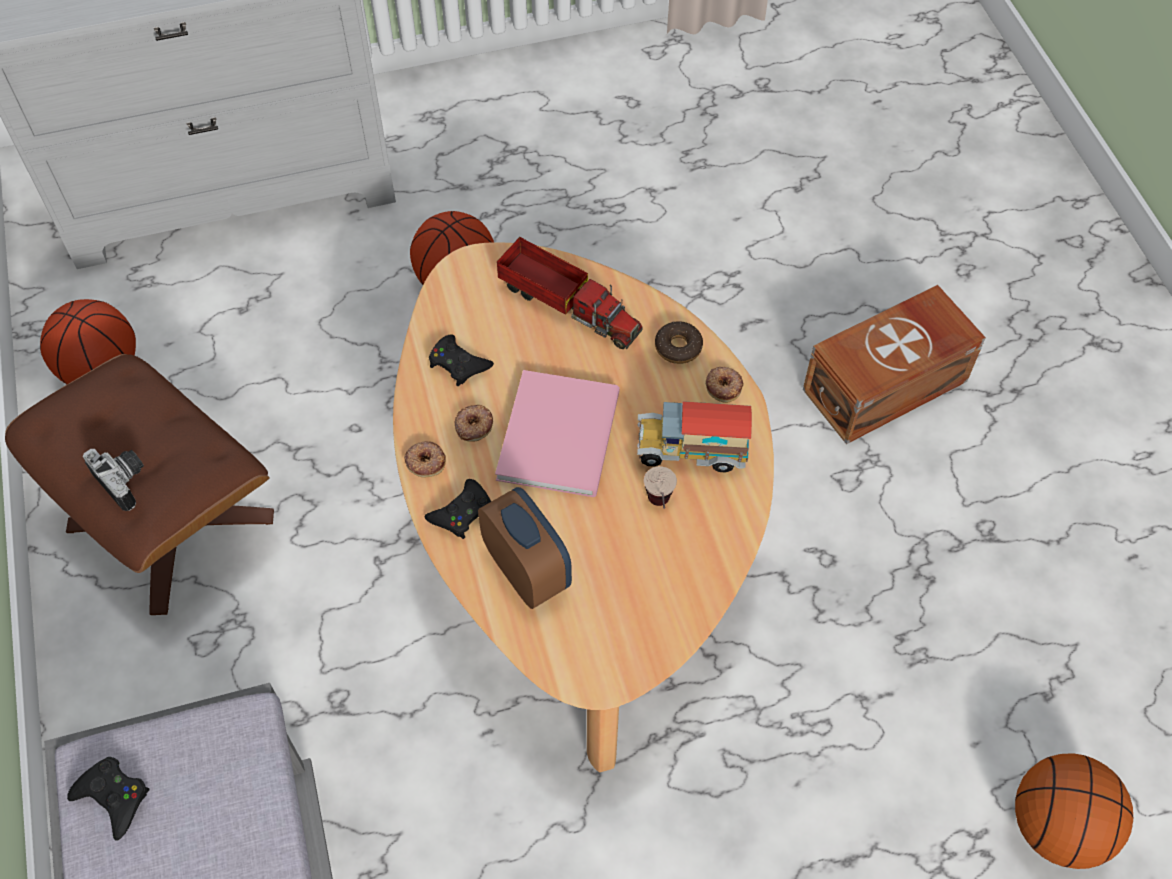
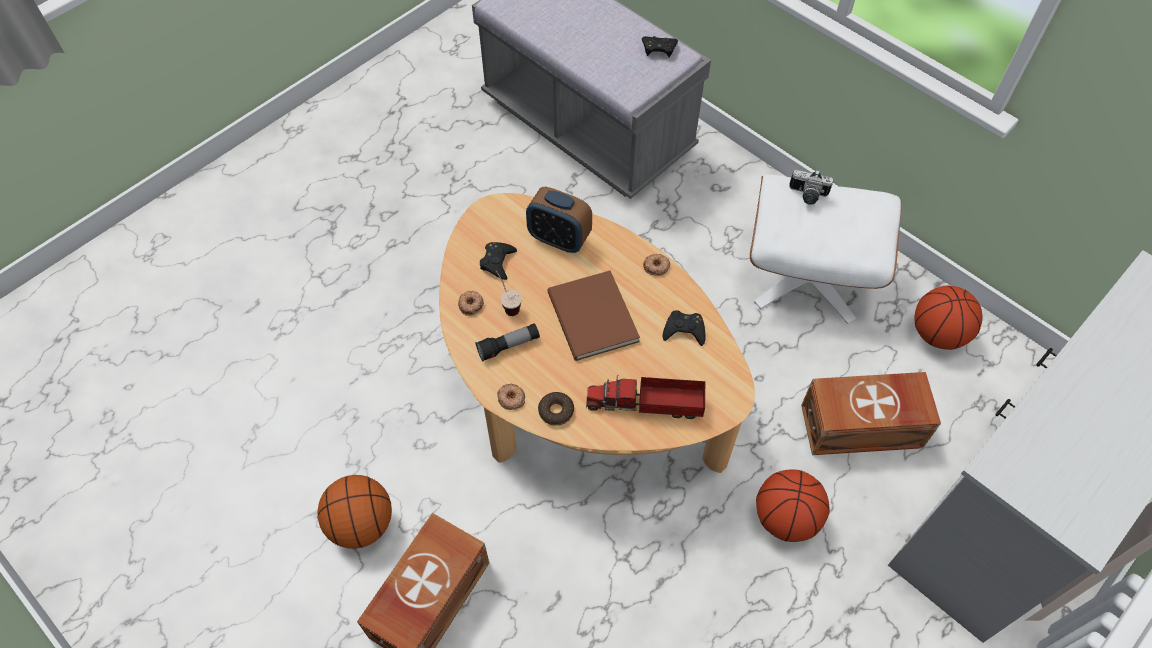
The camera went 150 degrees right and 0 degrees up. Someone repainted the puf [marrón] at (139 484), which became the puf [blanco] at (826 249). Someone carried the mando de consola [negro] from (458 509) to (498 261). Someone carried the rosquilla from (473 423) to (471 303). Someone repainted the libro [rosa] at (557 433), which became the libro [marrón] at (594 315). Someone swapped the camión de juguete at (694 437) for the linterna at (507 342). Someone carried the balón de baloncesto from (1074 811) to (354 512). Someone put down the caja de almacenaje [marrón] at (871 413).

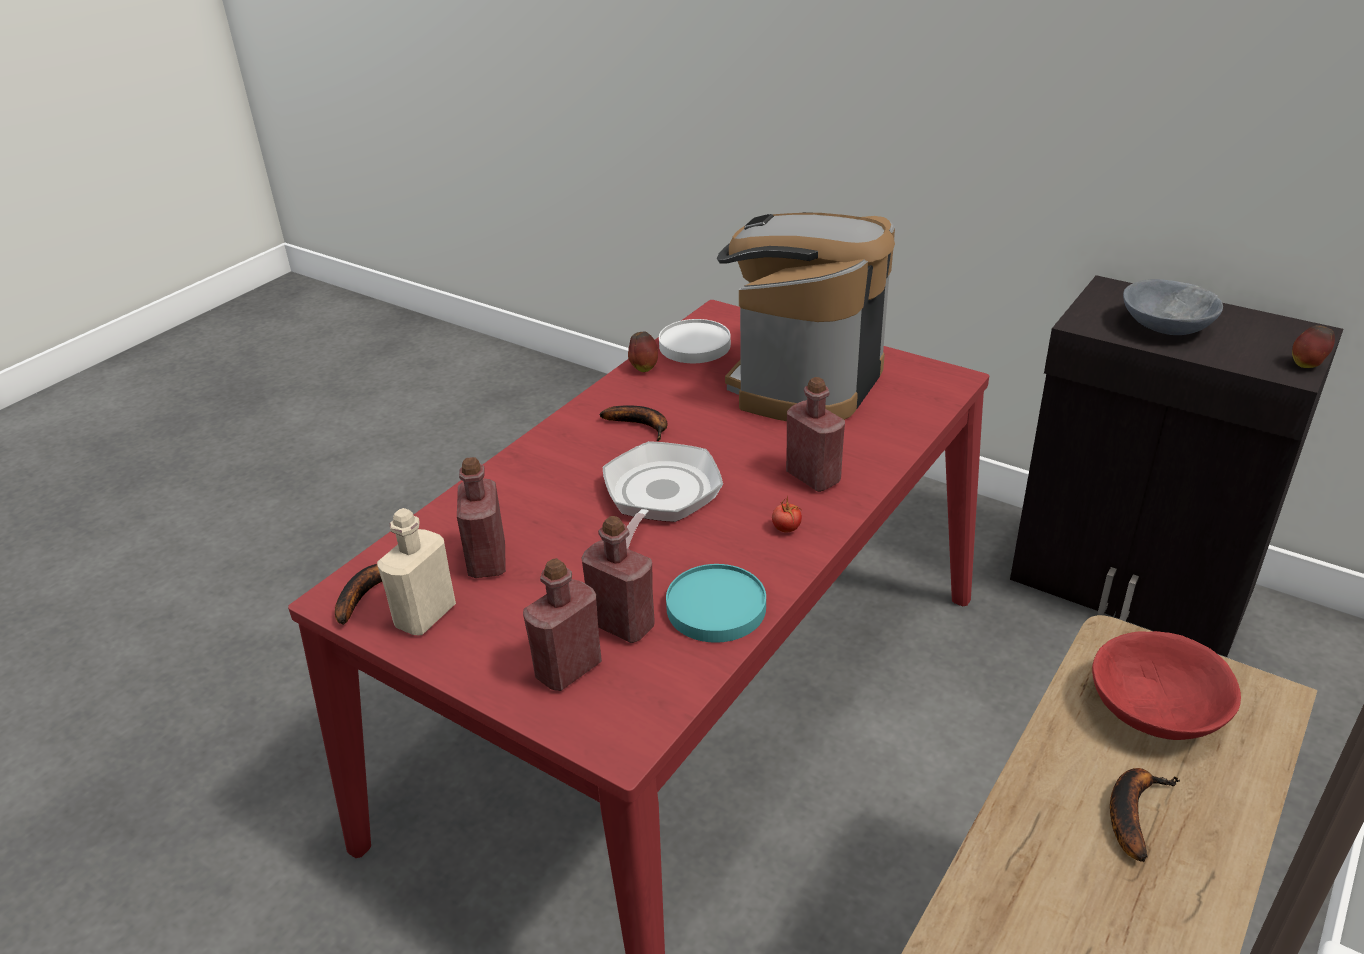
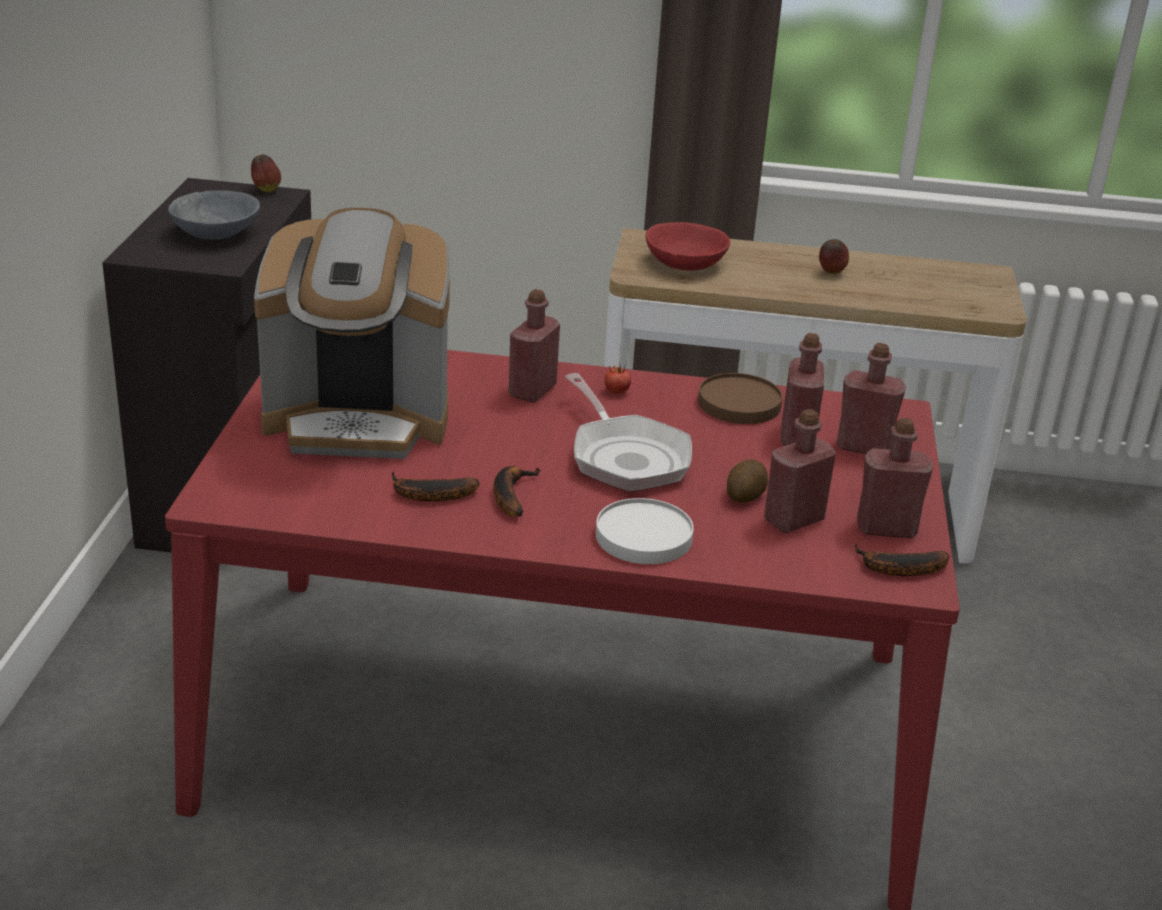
The camera went 120 degrees left and 5 degrees down. Someone repainted the botella [beis] at (416 571), which became the botella [rojo] at (895 478). Someone rotated the sartén at (663 495) by 105 degrees counterclockwise. Someone carried the manzana from (643 351) to (834 256). Someone carried the plato [blanco] from (695 341) to (645 531). Someone repainted the plato [turquesa] at (716 603), which became the plato [marrón] at (740 398). Someone carried the plátano from (1145 815) to (436 486). Someone put down the patata at (747 481).

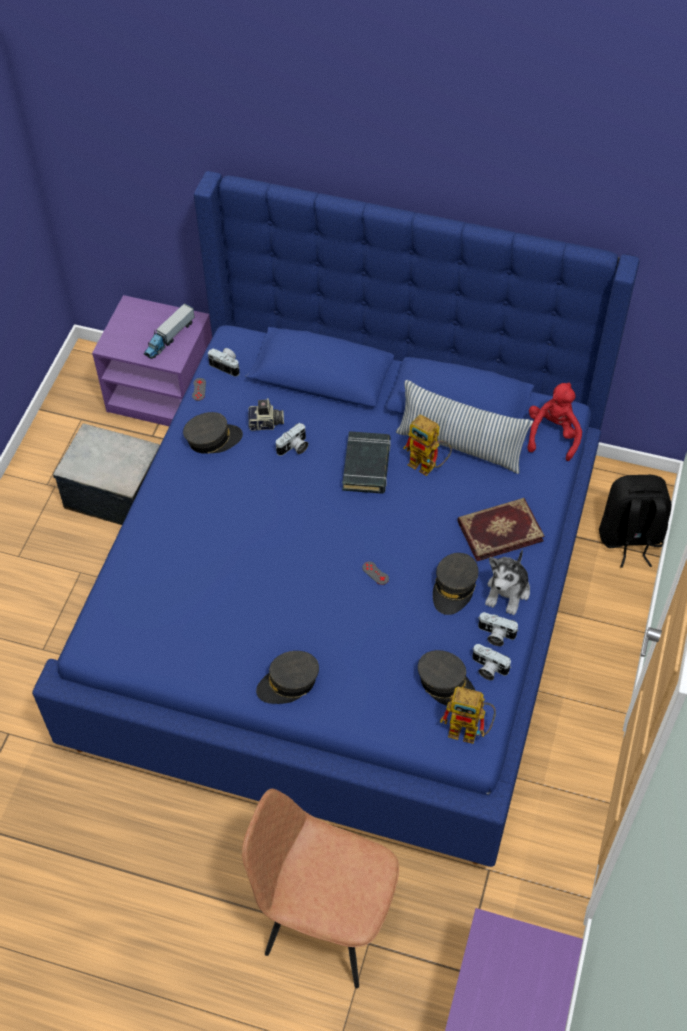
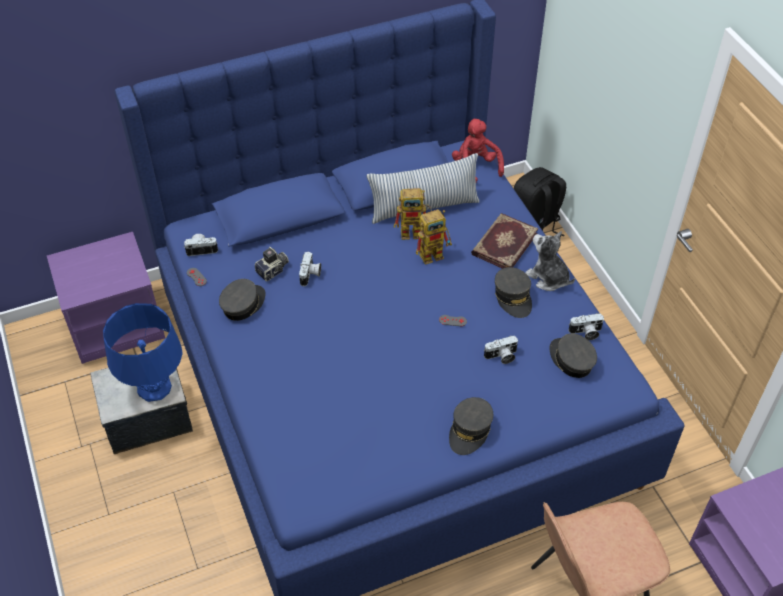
The camera went 40 degrees left and 5 degrees down. Someone took away the camión de juguete at (169 331). Someone took away the libro [negro] at (366 462). Someone rotated the gorra [gris] at (446 678) by 120 degrees counterclockwise. Someone carried the robot de juguete from (468 715) to (434 237). Someone carried the cámara from (498 629) to (501 350). Someone rotated the peluche at (507 582) by 150 degrees clockwise. Someone put down the lámpara de mesa [azul] at (143 352).

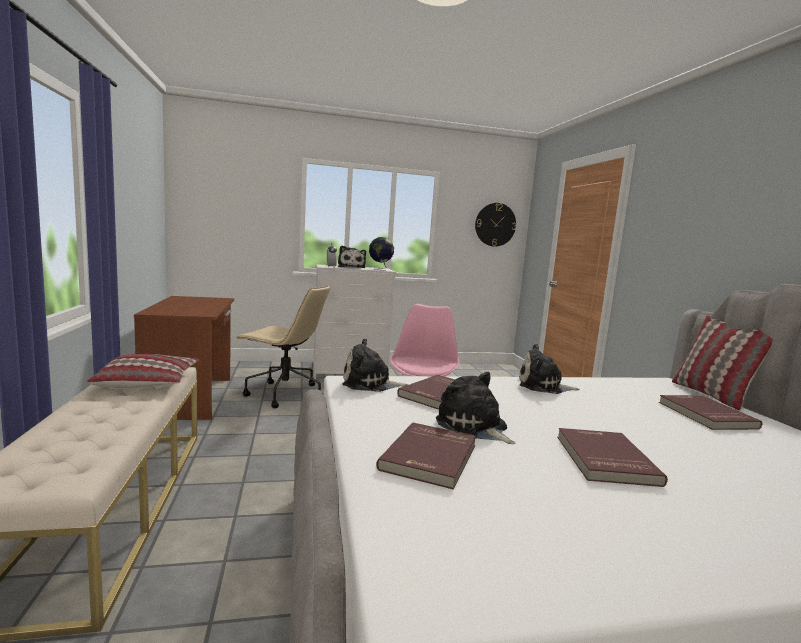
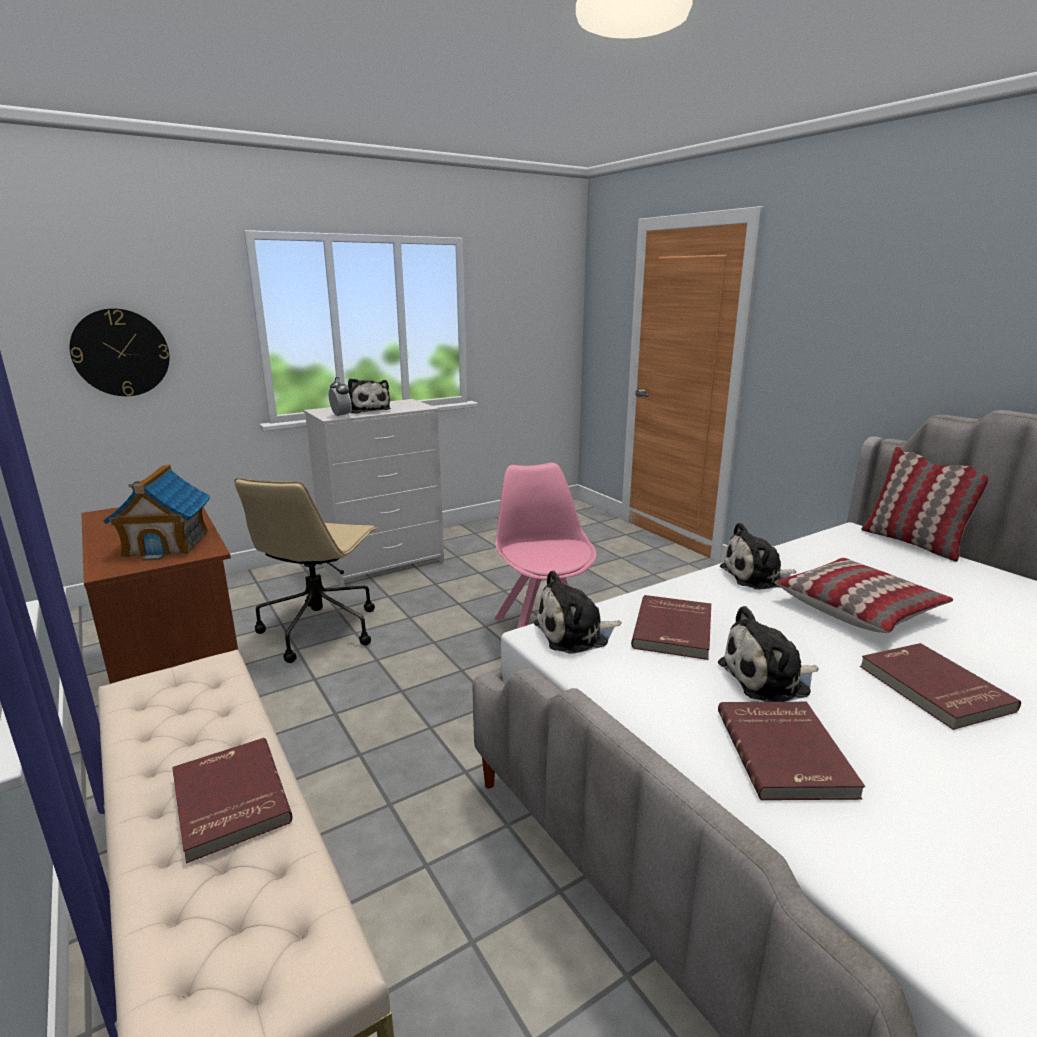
The camera went 20 degrees left and 10 degrees up. Someone carried the cojín from (143 371) to (863 595). Someone rotated the silla de oficina [beis] at (282 346) by 105 degrees clockwise. Someone took away the globo terráqueo at (381 253). Someone rotated the peluche at (476 408) by 45 degrees counterclockwise. Someone carried the reloj de pared from (495 225) to (120 352). Someone carried the libro [rojo] from (710 412) to (232 800). Someone put down the casita at (157 513).

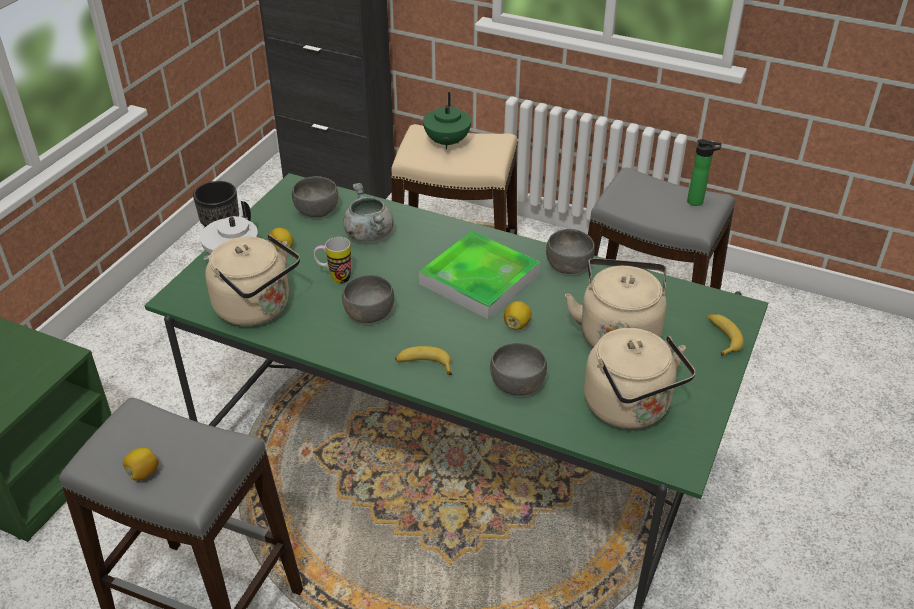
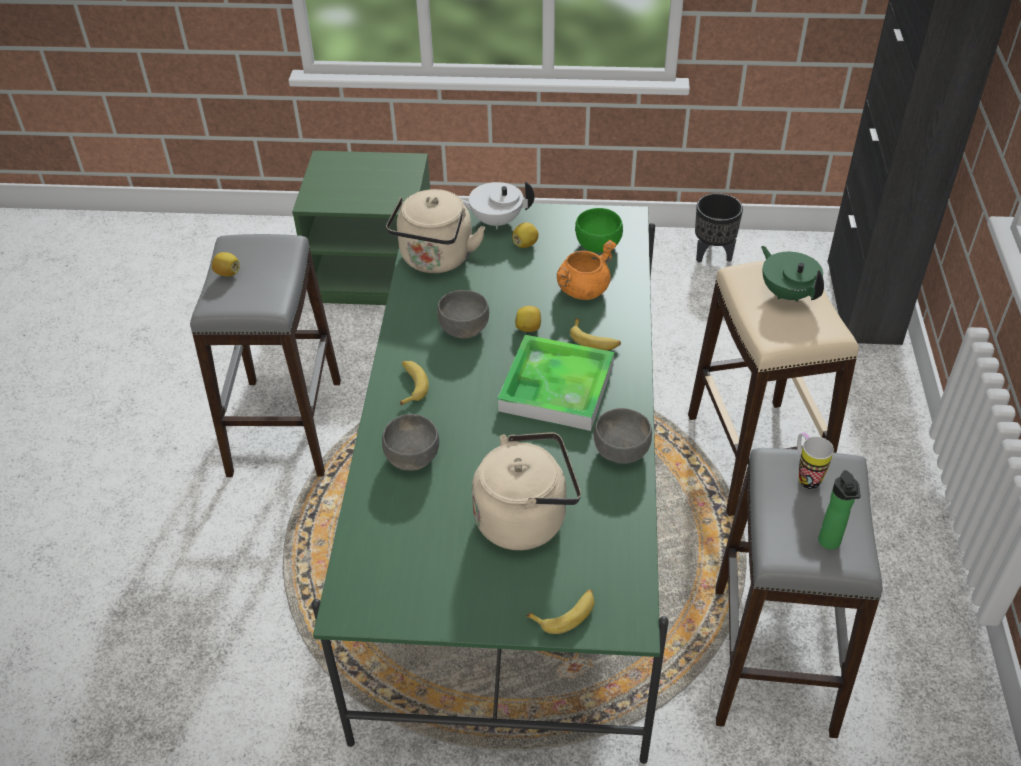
The camera went 70 degrees right and 5 degrees up. Someone repainted the cuenco [gris] at (315 196), which became the cuenco [verde] at (599 230). Someone carried the taza grande from (332 260) to (815 461). Someone repainted the olla [gris] at (368 212), which became the olla [naranja] at (586 270). Someone rotated the tetera [verde] at (447 120) by 75 degrees clockwise. Someone carried the limón from (518 315) to (528 319). Someone took away the hervidor [beis] at (640 378). Someone put down the plátano at (595 335).

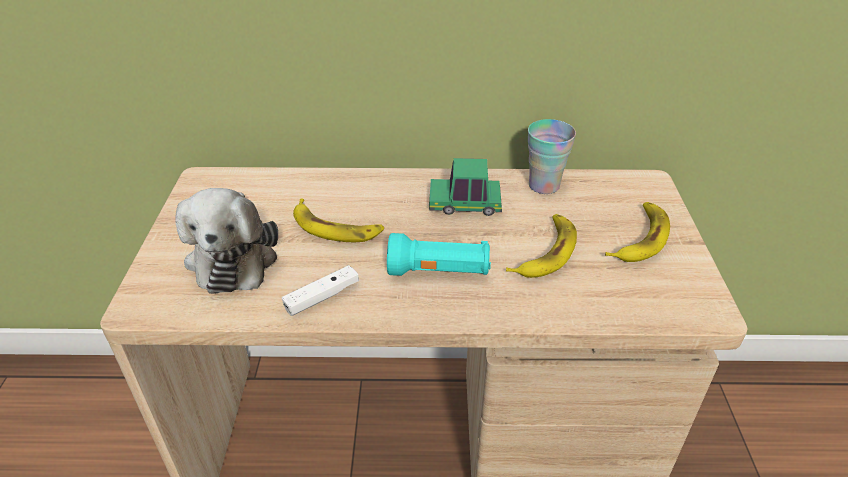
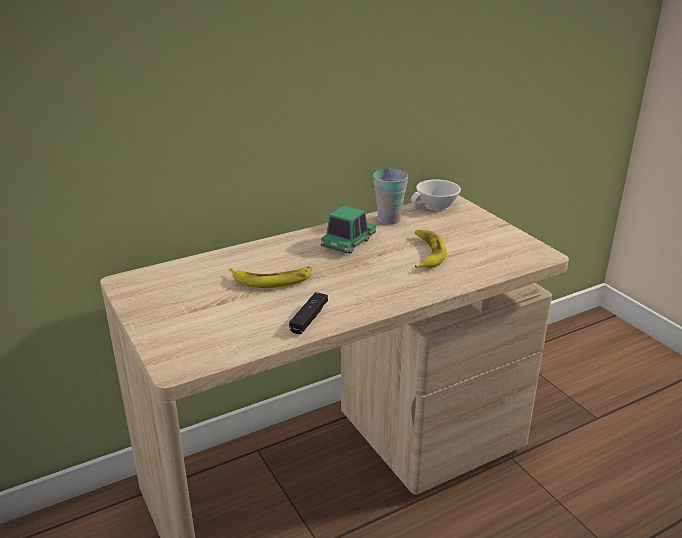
The camera went 30 degrees left and 10 degrees down. Someone took away the peluche at (226 241). Someone repainted the mando de consola [blanco] at (320 290), which became the mando de consola [negro] at (308 313). Someone took away the linterna [turquesa] at (439 254). Someone rotated the coche de juguete at (465 187) by 150 degrees clockwise. Someone took away the plátano at (637 232). Someone put down the taza [blanco] at (436 195).

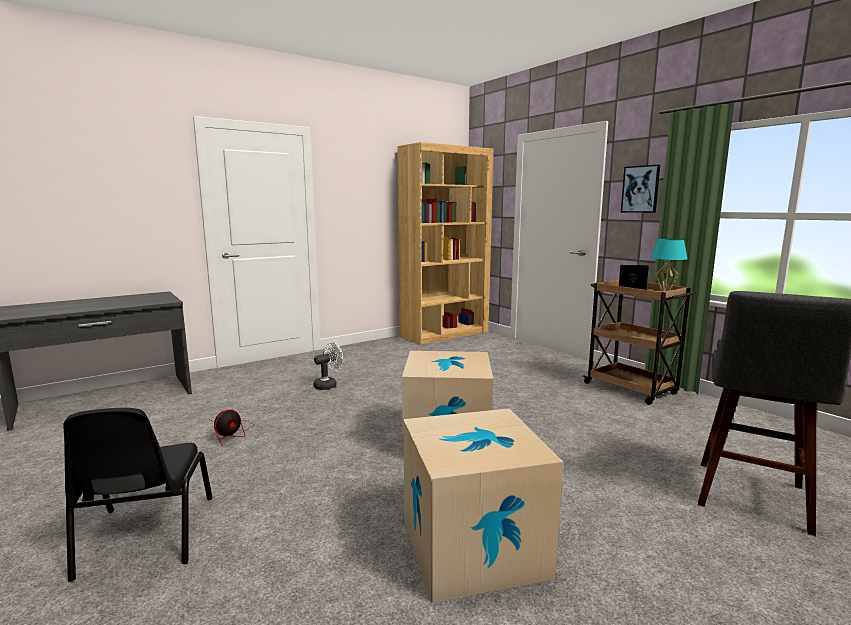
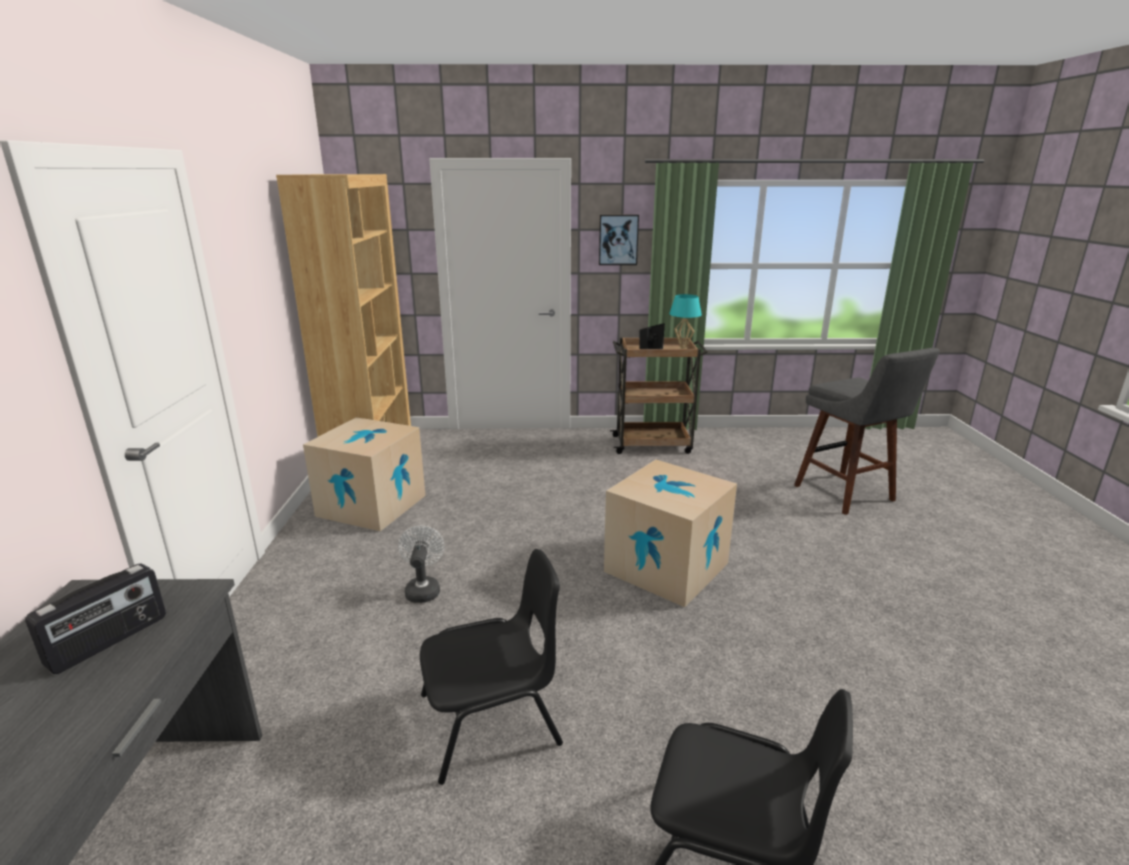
The camera went 55 degrees left and 10 degrees up. Someone swapped the ventilador at (234 427) for the silla [negro] at (491 667). Someone carried the caja de cartón from (483 505) to (364 474). Someone put down the radio at (95 618).

